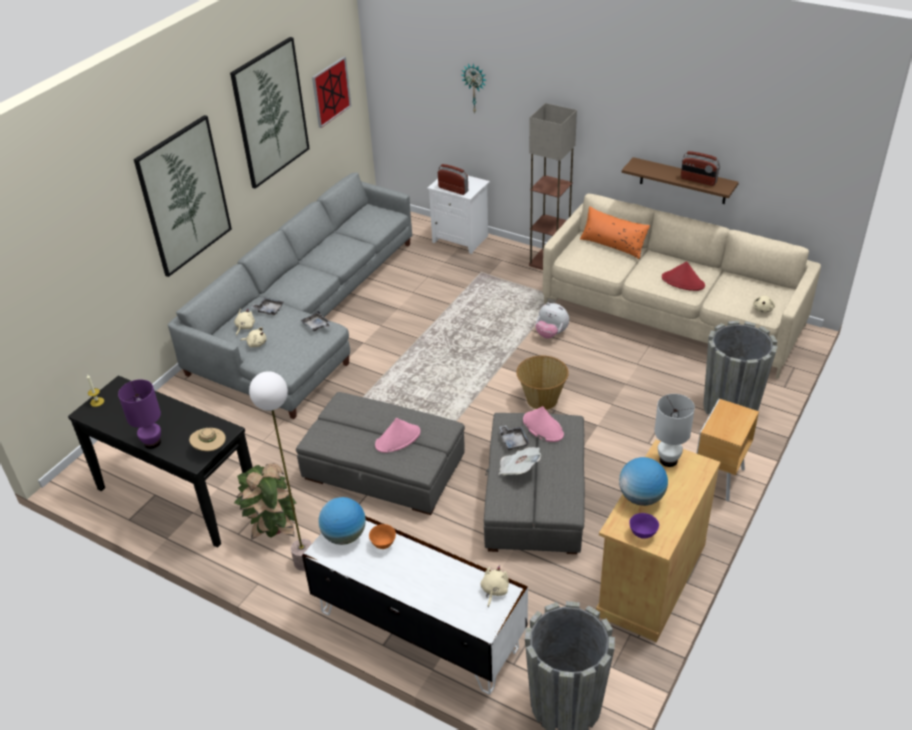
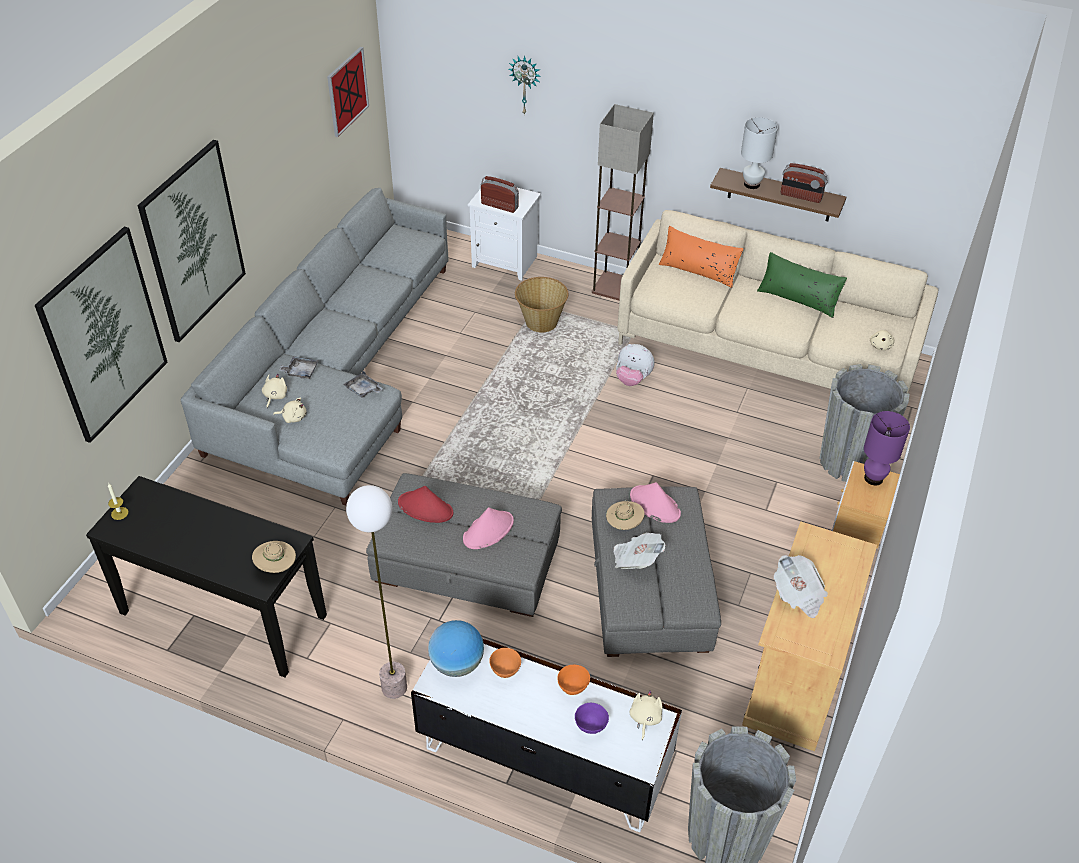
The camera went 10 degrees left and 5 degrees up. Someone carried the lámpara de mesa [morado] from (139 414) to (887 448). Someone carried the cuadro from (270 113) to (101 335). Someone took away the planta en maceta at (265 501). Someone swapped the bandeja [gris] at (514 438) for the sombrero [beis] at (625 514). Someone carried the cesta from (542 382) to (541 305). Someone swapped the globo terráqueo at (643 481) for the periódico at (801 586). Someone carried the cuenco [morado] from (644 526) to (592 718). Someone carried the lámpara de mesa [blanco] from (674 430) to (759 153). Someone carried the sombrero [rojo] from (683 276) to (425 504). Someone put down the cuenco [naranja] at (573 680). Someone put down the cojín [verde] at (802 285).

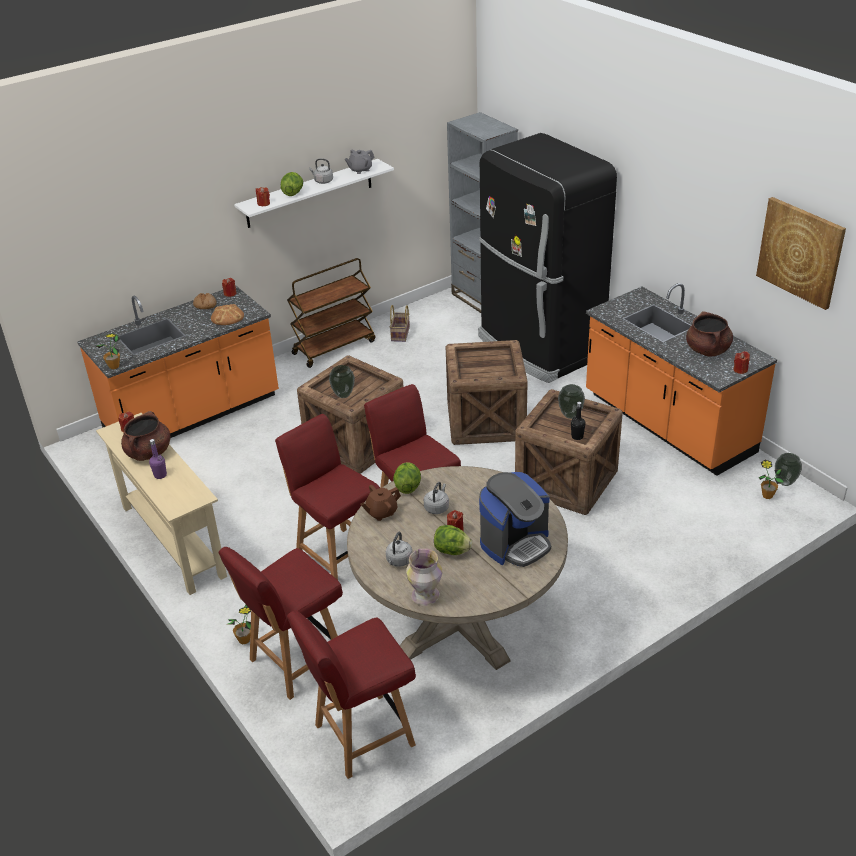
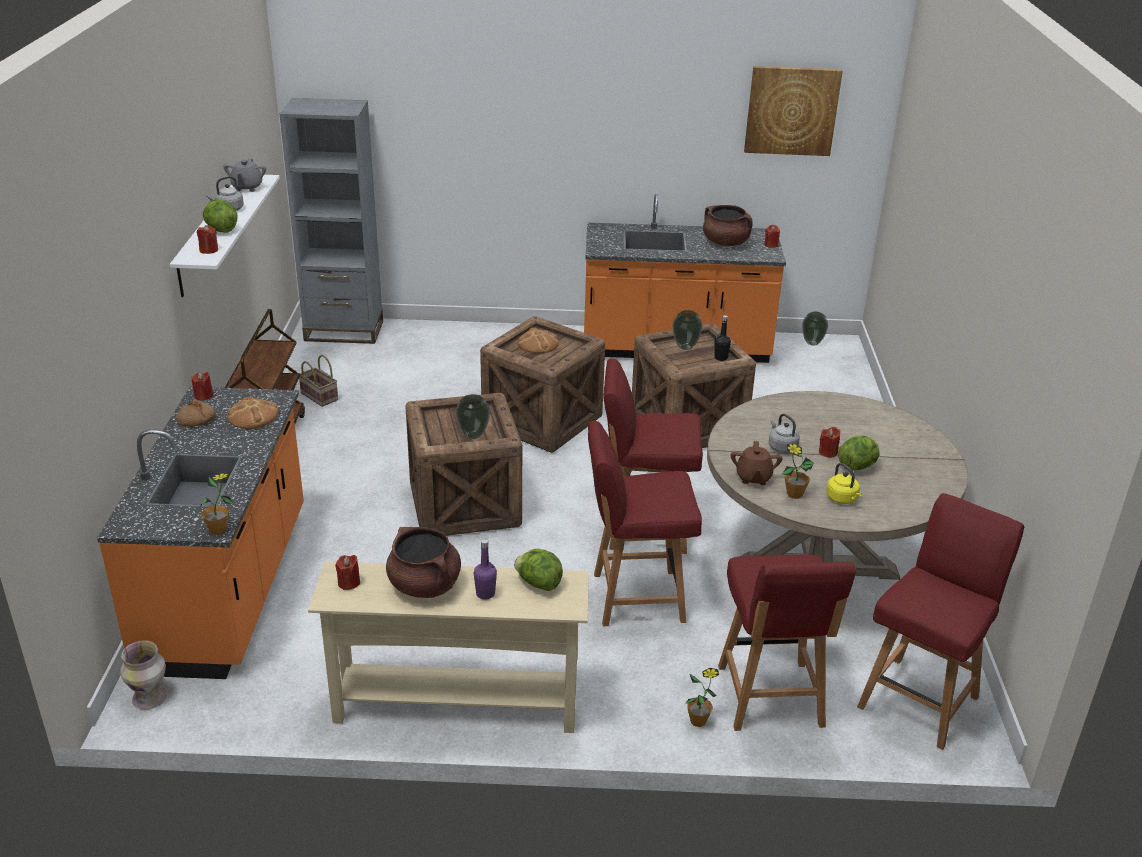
The camera went 55 degrees left and 5 degrees down. Someone rotated the silla [rojo] at (351 695) by 150 degrees counterclockwise. Someone repainted the hervidor [gris] at (399 549), which became the hervidor [amarillo] at (844 483). Someone carried the lechuga from (407 478) to (538 570). Someone carried the florero from (424 577) to (143 675). Someone took away the nevera [negro] at (547 258). Someone took away the cafetera at (515 519). Someone carried the planta en maceta from (771 479) to (798 471). Someone put down the pan at (538 340).

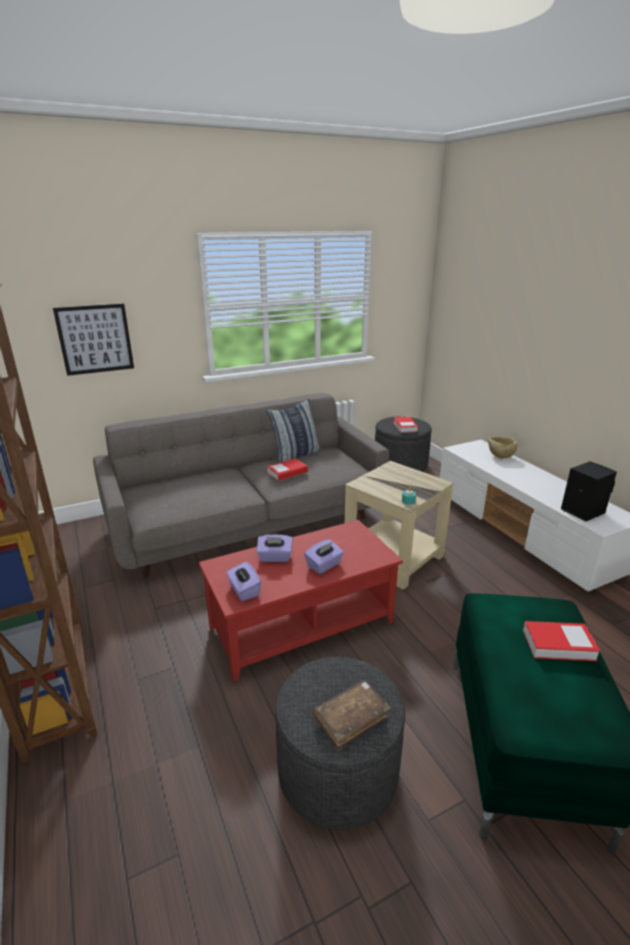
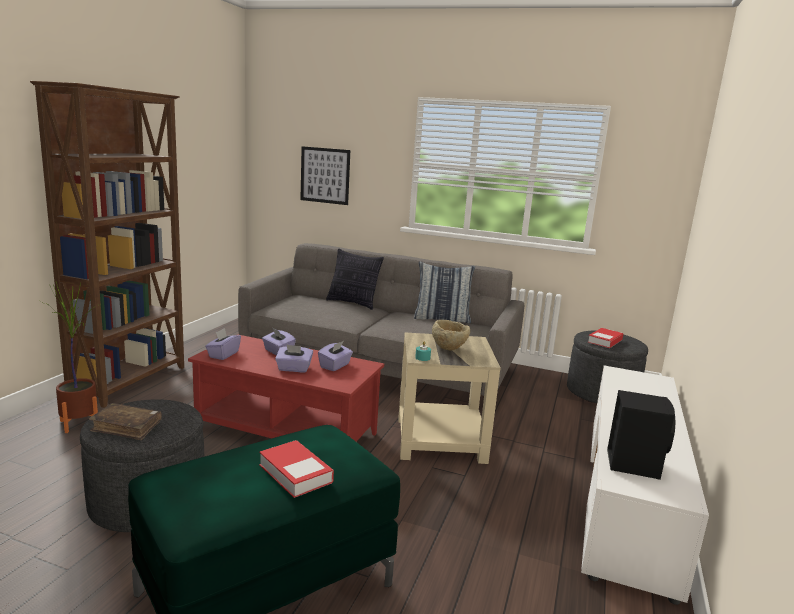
The camera went 45 degrees right and 10 degrees down. Someone took away the libro at (287 469). Someone carried the cuenco [beis] from (503 447) to (451 335). Someone put down the planta en maceta at (68 357). Someone put down the caja de pañuelos [morado] at (335 356). Someone put down the cojín at (355 279).

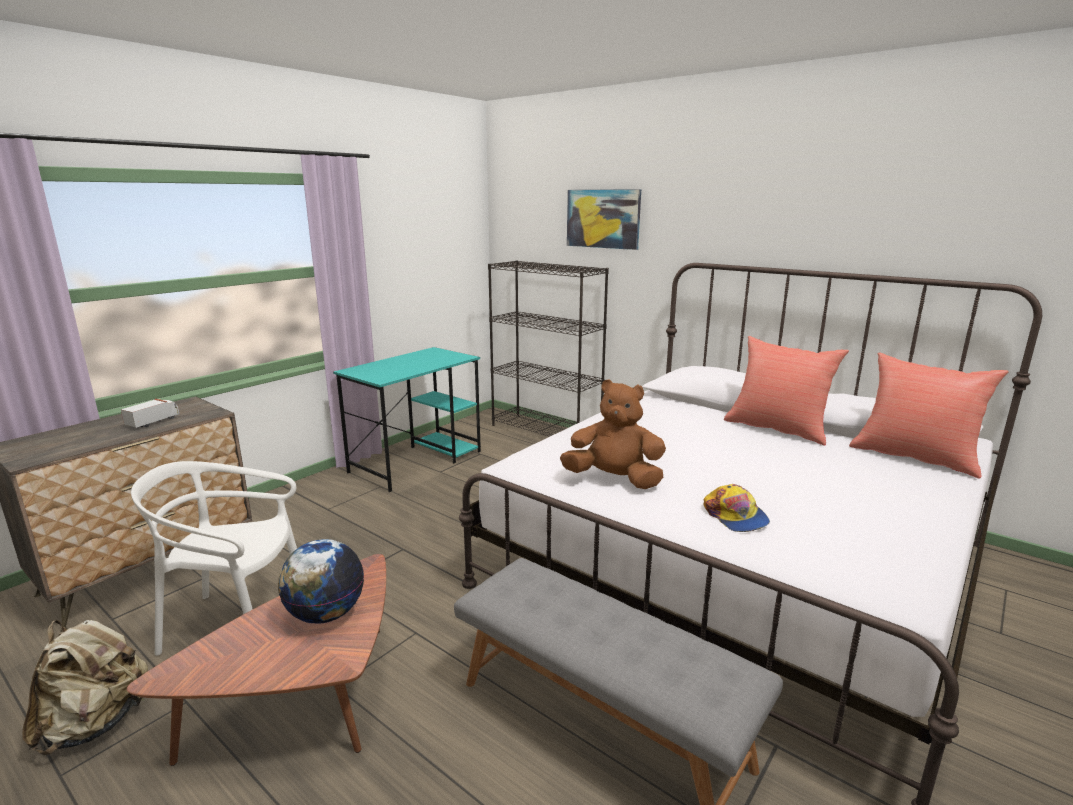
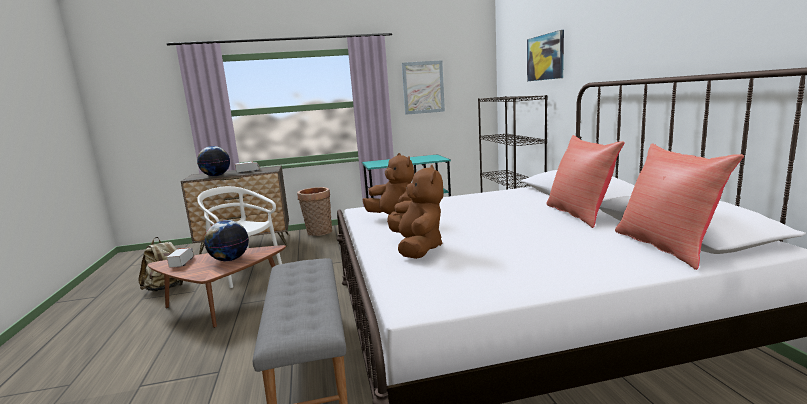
The camera went 40 degrees right and 5 degrees down. Someone swapped the gorra at (737 508) for the peluche [marrón] at (416 212). Someone put down the camión de juguete at (180 258). Someone put down the globo terráqueo at (213 161). Someone put down the cesta at (314 211). Someone put up the cuadro at (423 87).

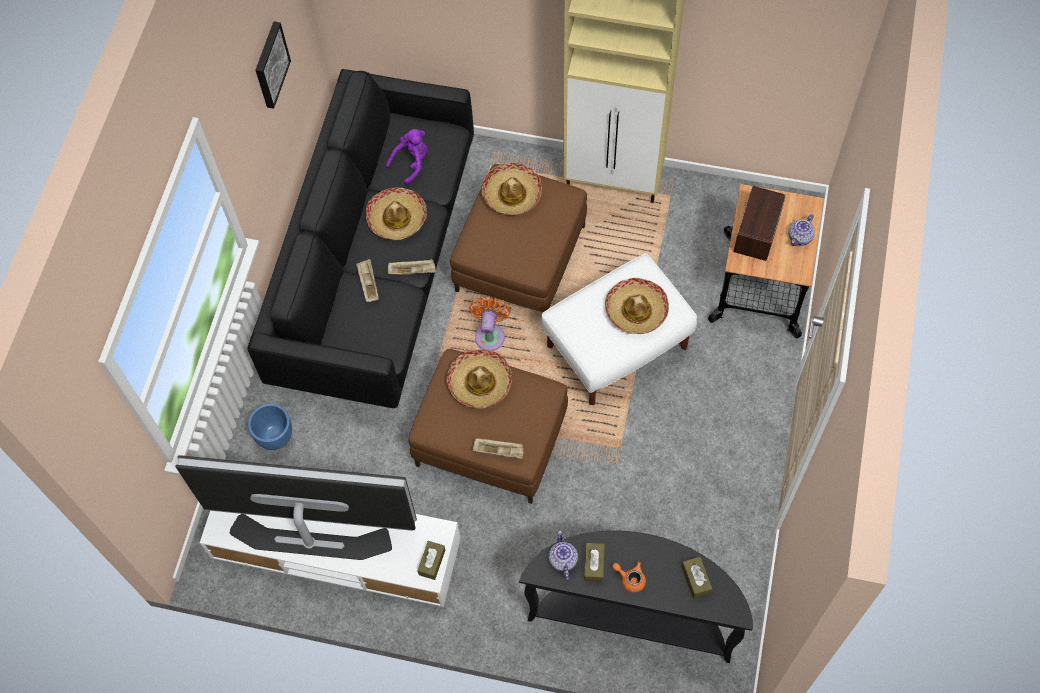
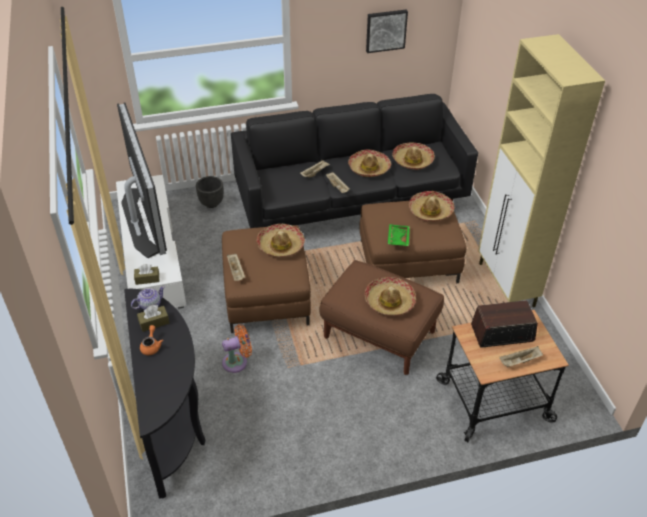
The camera went 60 degrees right and 20 degrees down. Someone repainted the maceta [azul] at (270 427), which became the maceta [negro] at (210 192). Someone swapped the peluche [morado] at (407 157) for the sombrero at (413 156). Someone carried the ventilador [naranja] from (489 324) to (237 348). Someone repainted the puf [blanco] at (619 329), which became the puf [marrón] at (381 317). Someone took away the caja de pañuelos [marrón] at (696 578). Someone swapped the tetera at (801 230) for the bandeja [beis] at (521 356). Someone put down the bandeja [verde] at (399 235).

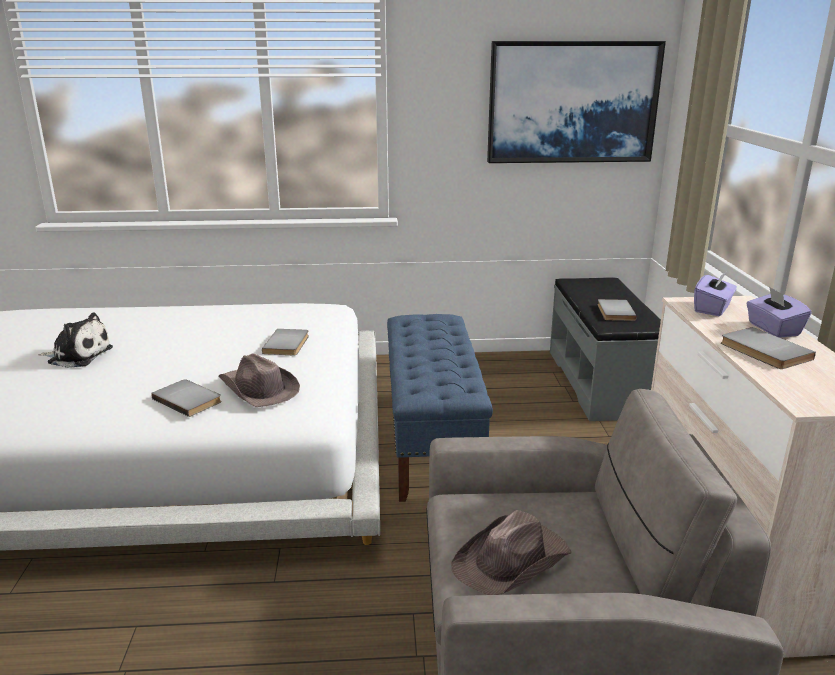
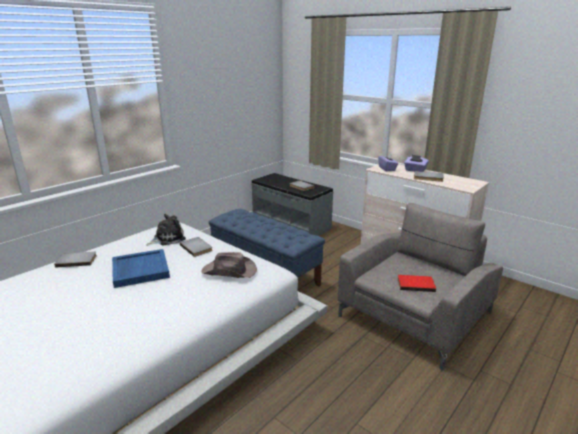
The camera went 45 degrees left and 0 degrees up. Someone carried the peluche from (76 340) to (166 230). Someone carried the libro [gris] from (186 398) to (75 260). Someone swapped the sombrero [marrón] at (511 552) for the libro [rojo] at (417 283). Someone took away the cuadro at (576 102). Someone put down the bandeja [azul] at (141 268).

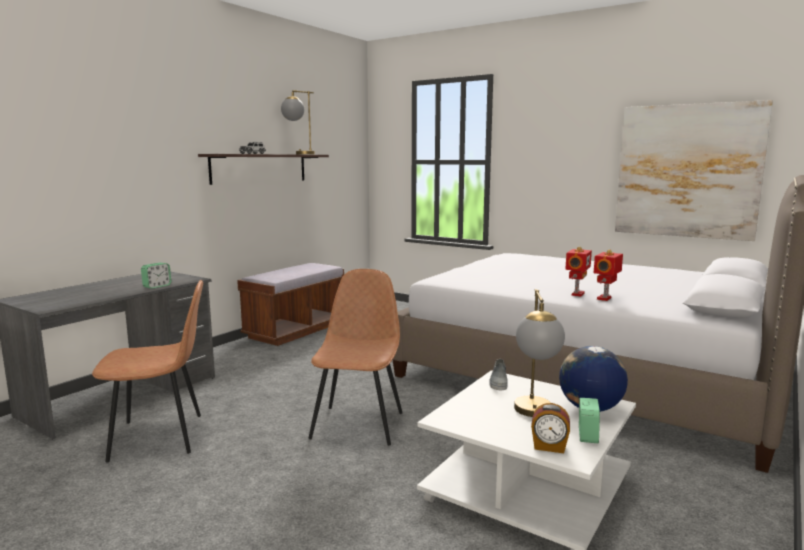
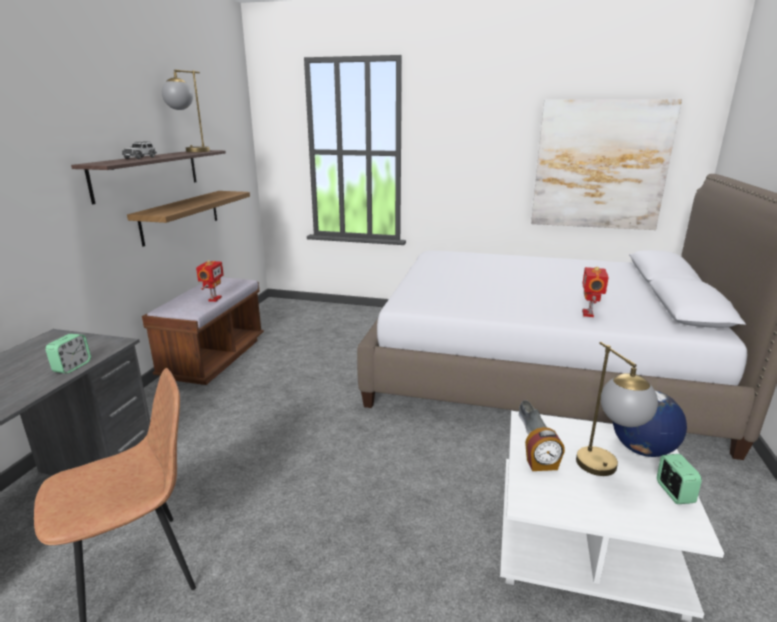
The camera went 20 degrees left and 10 degrees up. Someone took away the silla [marrón] at (355 357). Someone carried the despertador from (550 428) to (545 449). Someone carried the robot de juguete from (578 271) to (210 281). Someone put up the estante at (188 219).

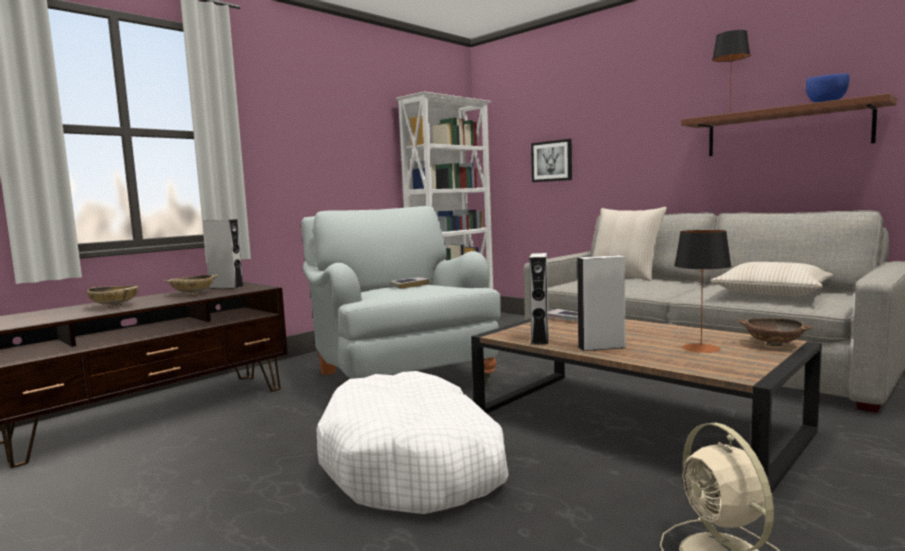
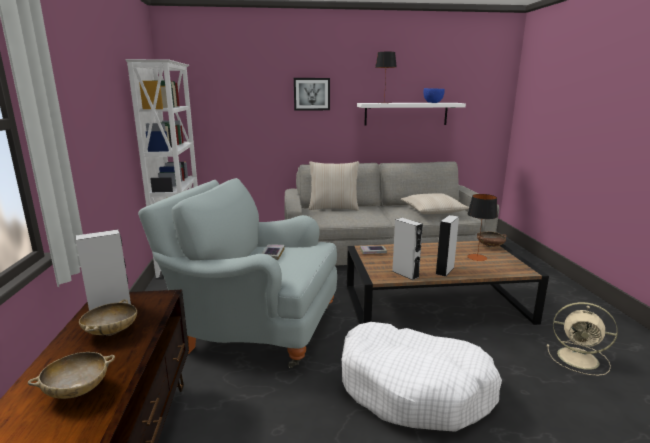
The camera went 50 degrees left and 10 degrees up. Someone carried the cuadro from (551 160) to (312 94). Someone repainted the estante [marrón] at (789 124), which became the estante [blanco] at (411 114).

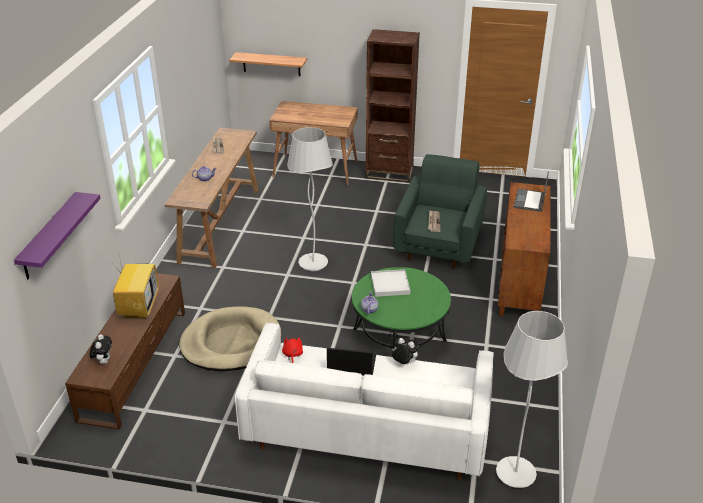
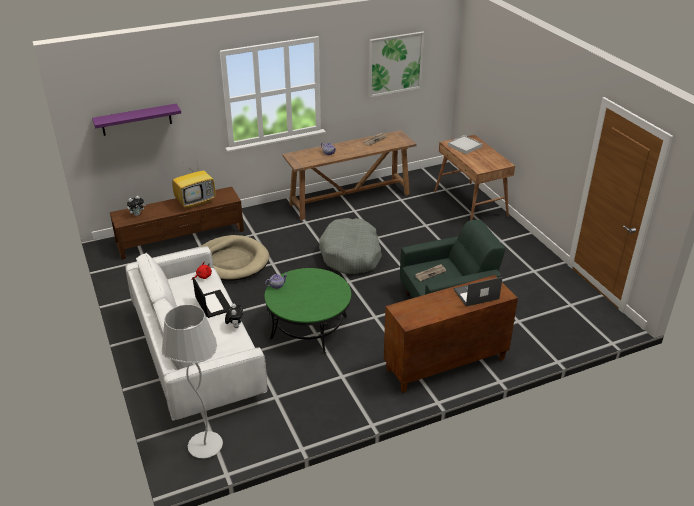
The camera went 55 degrees right and 0 degrees up. Someone took away the estante at (268 64). Someone swapped the lámpara de pie [blanco] at (310 199) for the cama para perro [gris] at (350 246). Someone took away the estantería [marrón] at (392 106). Someone carried the bandeja [blanco] from (390 283) to (465 144). Someone put up the cuadro at (396 64).

